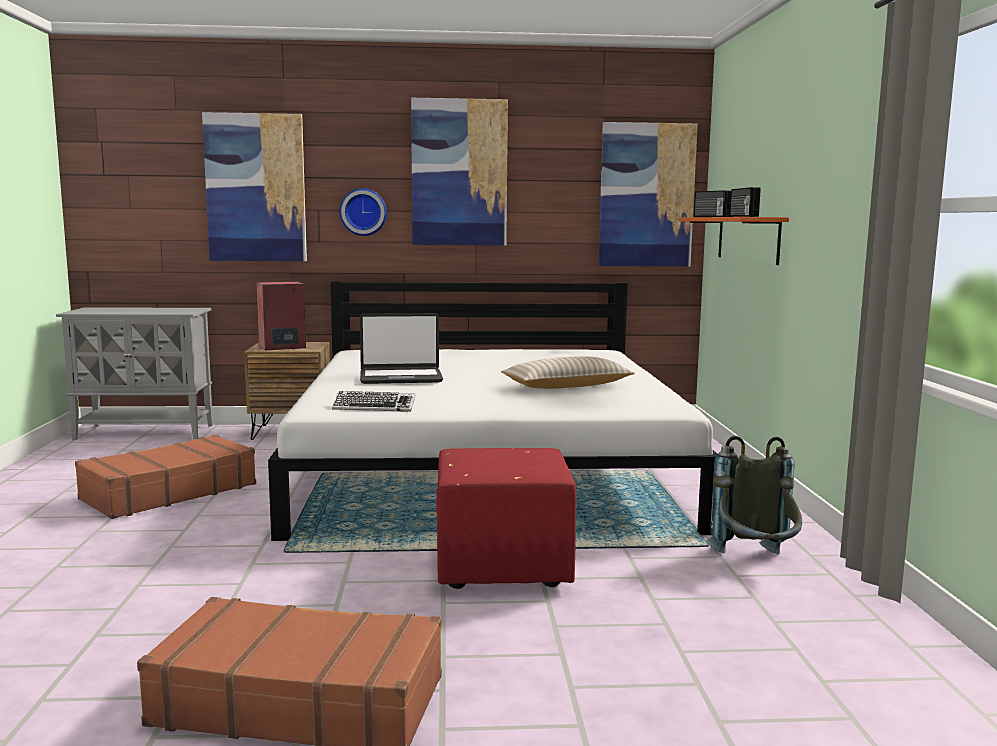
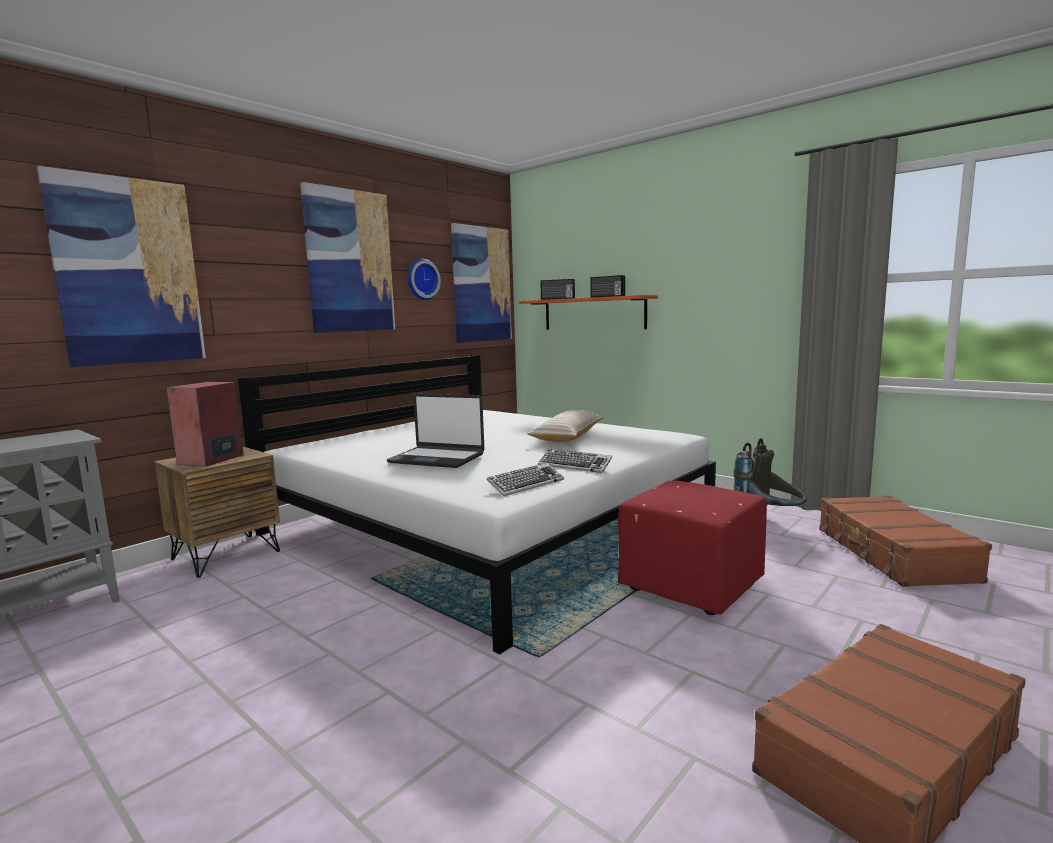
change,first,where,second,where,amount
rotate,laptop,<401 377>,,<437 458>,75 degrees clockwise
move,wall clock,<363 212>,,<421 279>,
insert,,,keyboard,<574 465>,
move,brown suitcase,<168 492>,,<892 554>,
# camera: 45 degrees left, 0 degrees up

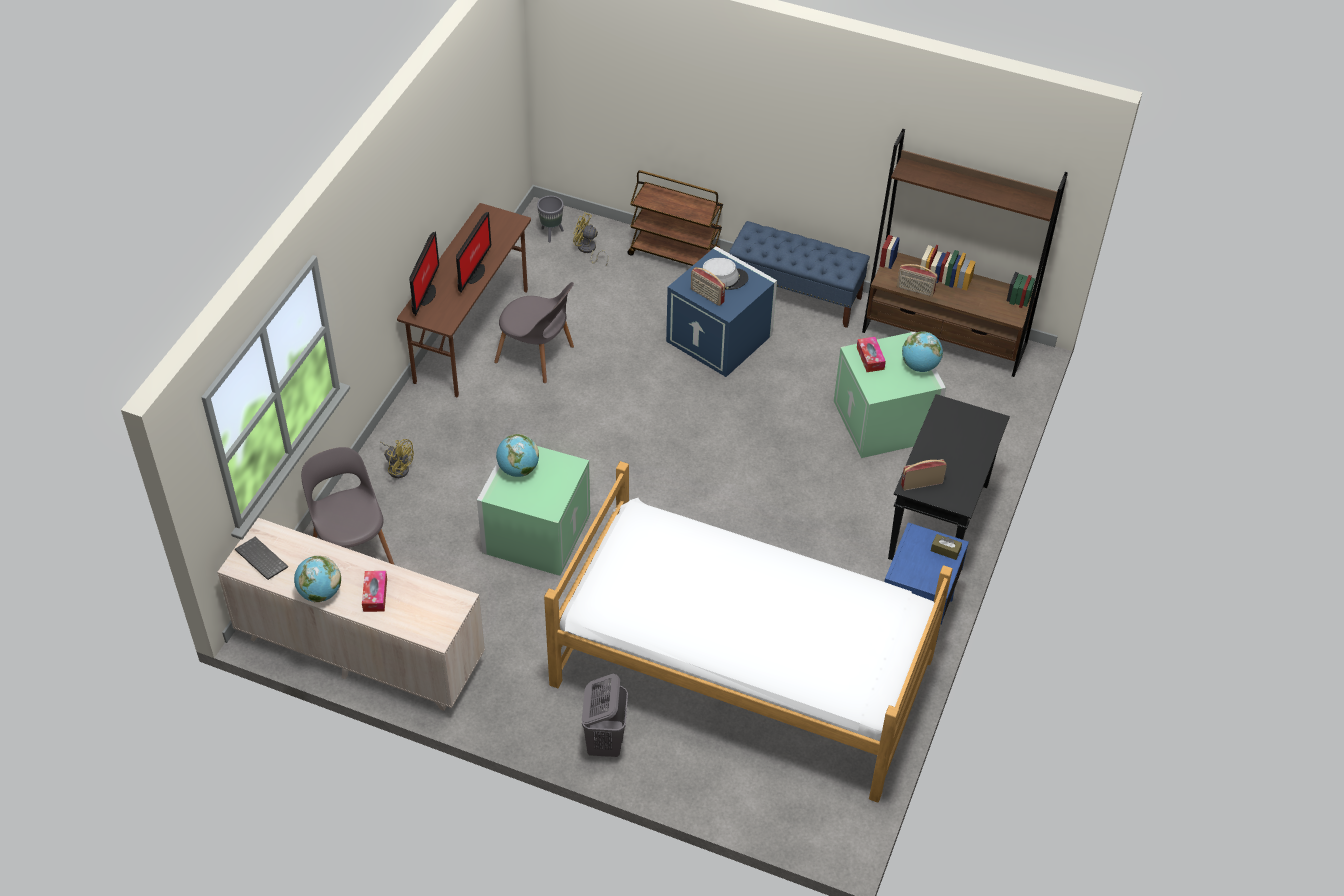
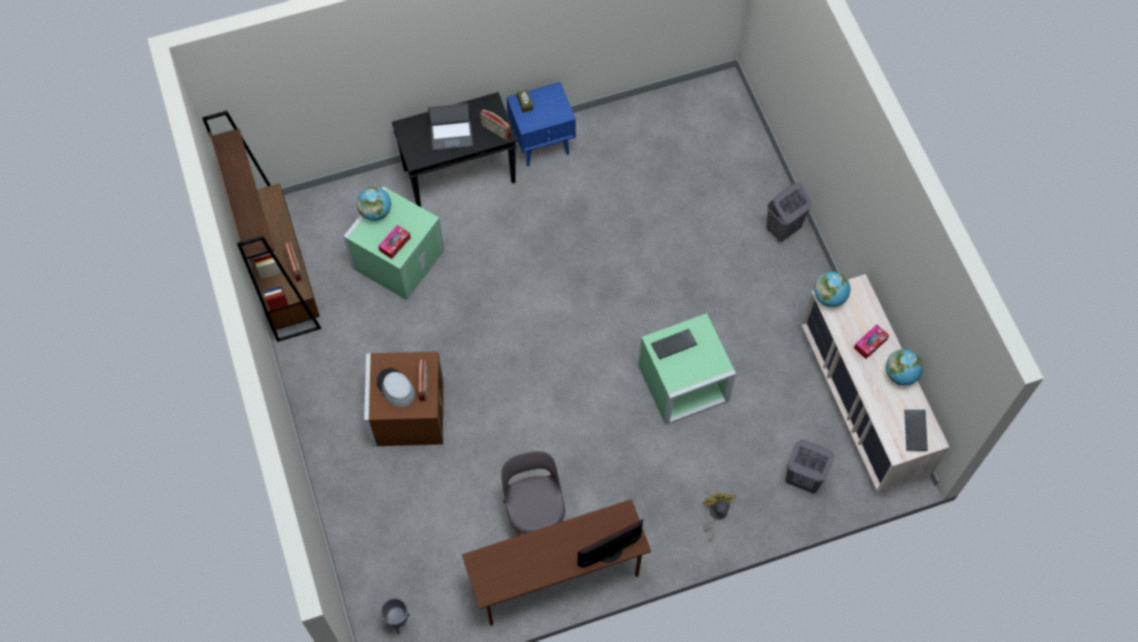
change,first,where,second,where,amount
recolor,blue storage box,<721 338>,brown storage box,<407 411>,
insert,,,laptop,<451 135>,
insert,,,keyboard,<673 345>,
replace,grey chair,<352 549>,grey laundry basket,<802 479>,
move,globe,<518 469>,,<829 297>,
delete,monitor,<473 274>,,,
delete,bed,<742 672>,,,
delete,yellow fan,<588 250>,,,
delete,brown cart,<675 255>,,,
delete,blue bench,<795 295>,,,
# camera: 130 degrees left, 15 degrees up

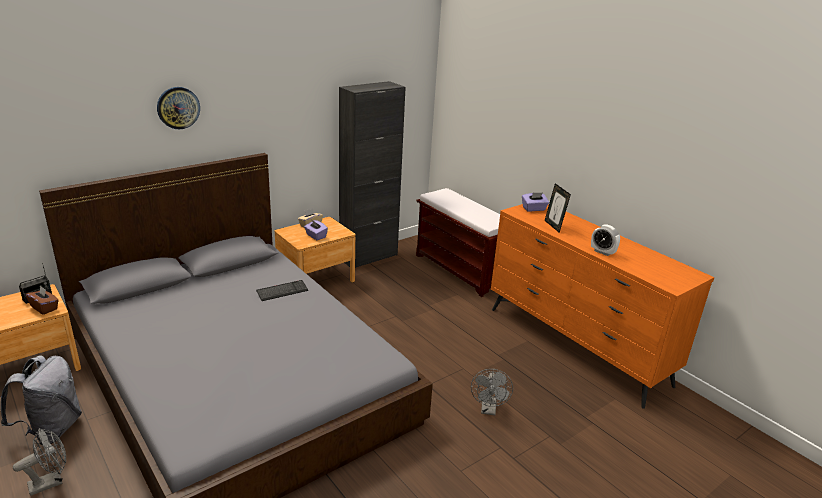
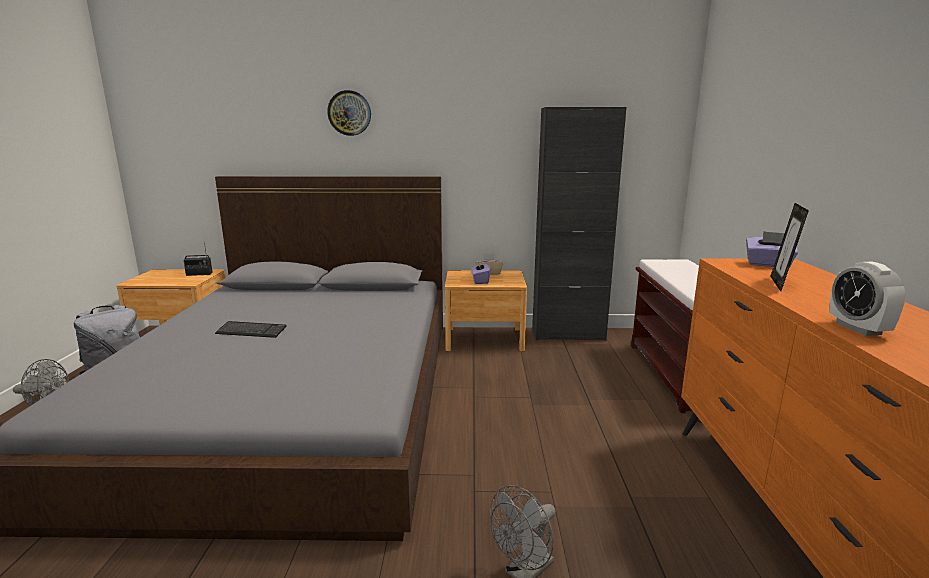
change,first,where,second,where,amount
move,keyboard,<282 291>,,<251 331>,
delete,brown tissue box,<44 308>,,,
# camera: 40 degrees right, 10 degrees down

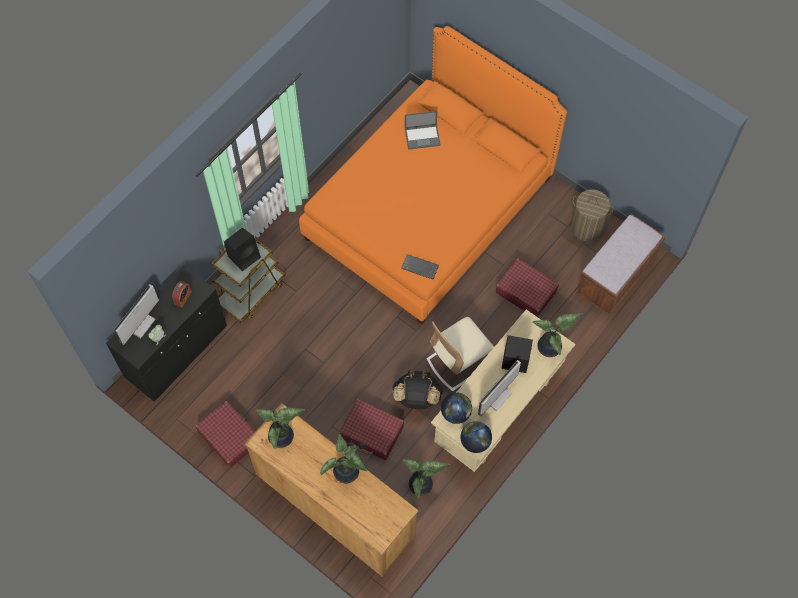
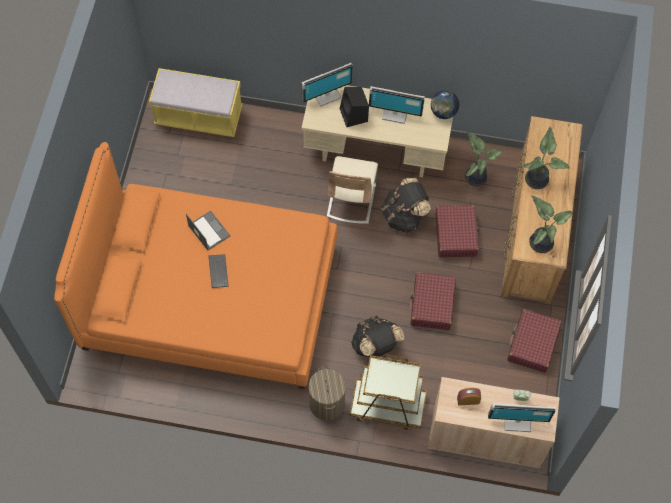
change,first,where,second,where,amount
recolor,brown bench,<616 277>,yellow bench,<199 117>,
move,laptop,<423 136>,,<208 230>,
move,keyboard,<420 267>,,<217 271>,
replace,potted plant,<550 348>,monitor,<326 95>,
move,laundry basket,<586 227>,,<326 403>,
rotate,beige chair,<458 362>,,<351 200>,75 degrees clockwise
insert,,,black backpack,<375 345>,
move,red suitcase,<526 291>,,<432 305>,
recolor,black cabinet,<176 352>,beige cabinet,<485 437>,
delete,black speaker,<244 256>,,,
delete,globe,<455 413>,,,
# camera: 120 degrees left, 0 degrees up

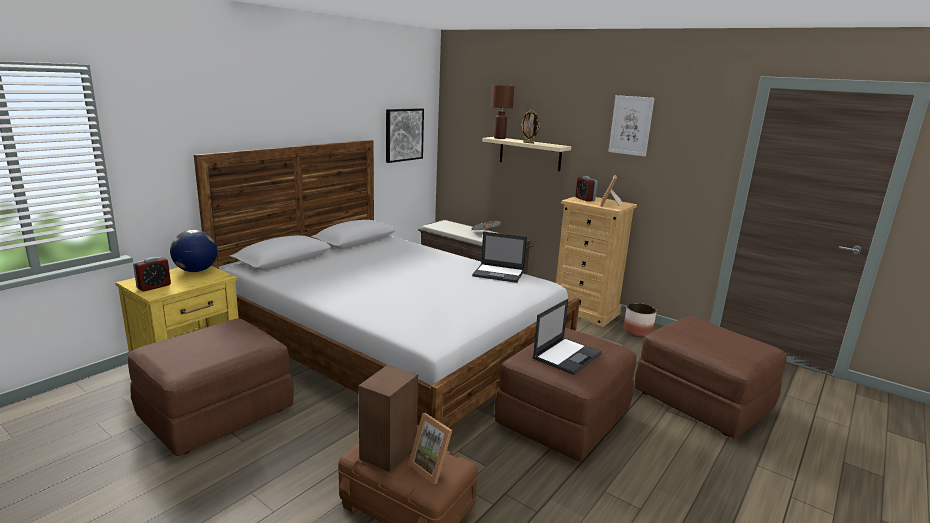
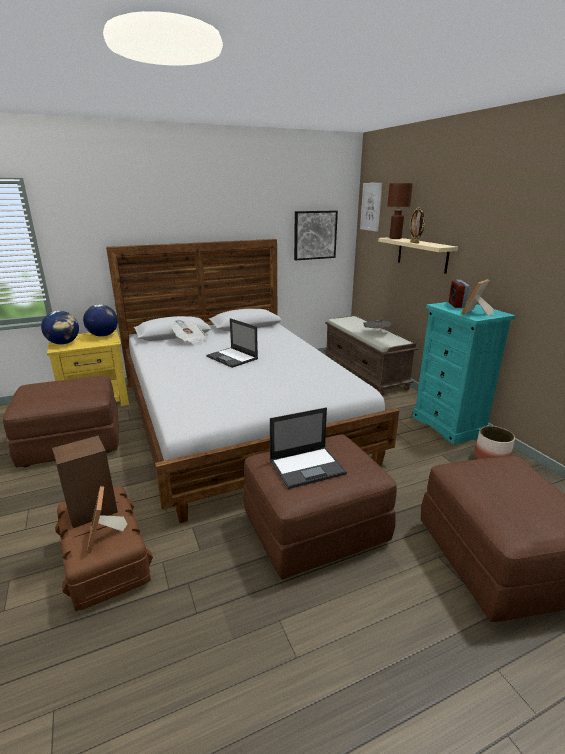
change,first,where,second,where,amount
replace,alarm clock,<154 287>,globe,<64 343>,
insert,,,newspaper,<190 341>,
move,laptop,<499 273>,,<232 358>,
move,picture,<631 125>,,<371 207>,
recolor,beige dresser,<586 312>,turquoise dresser,<449 425>,
# camera: 30 degrees right, 5 degrees up

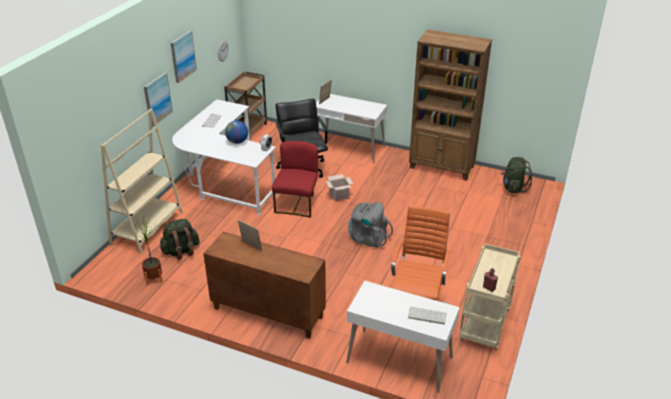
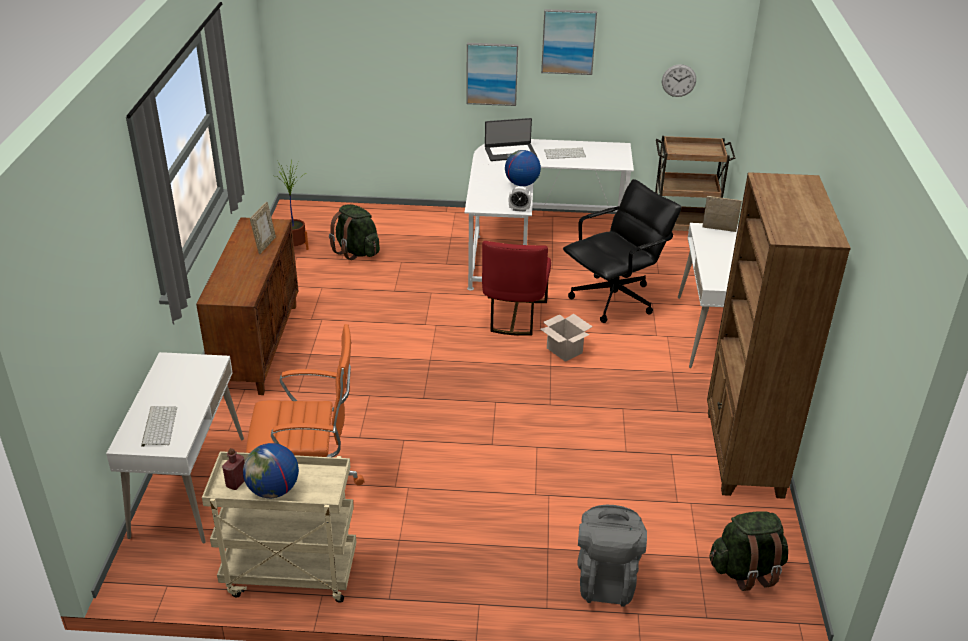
change,first,where,second,where,amount
insert,,,globe,<273 490>,
rotate,red chair,<297 204>,,<514 316>,105 degrees clockwise
insert,,,laptop,<510 152>,
move,grey backpack,<368 238>,,<606 578>,
delete,beige bookcase,<147 228>,,,
# camera: 70 degrees right, 0 degrees up

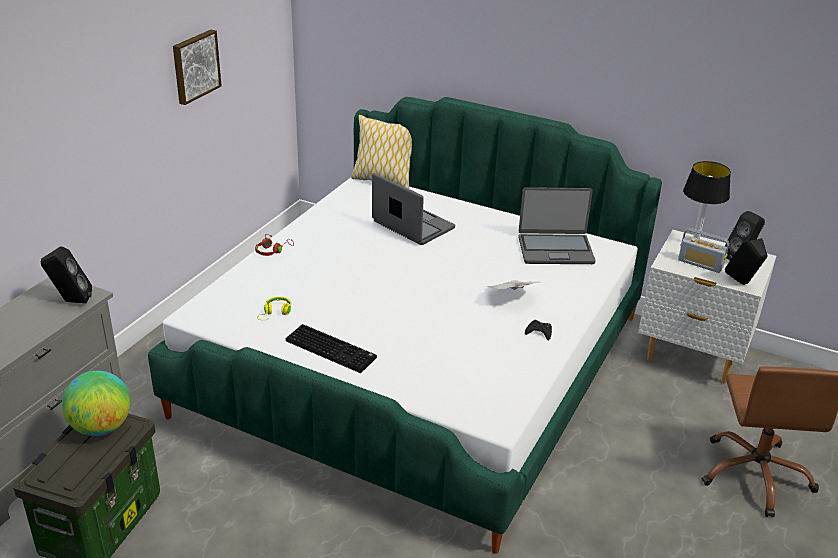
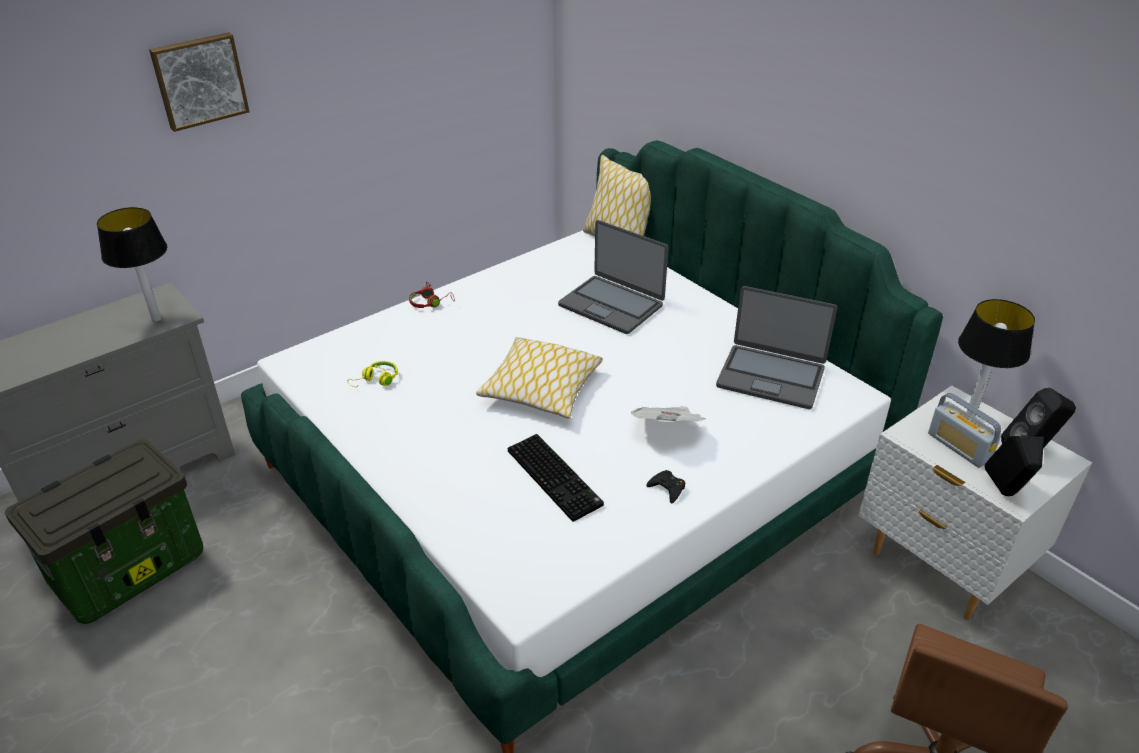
change,first,where,second,where,amount
replace,black speaker,<71 301>,table lamp,<156 319>,
move,picture,<195 66>,,<199 80>,
insert,,,pillow,<541 389>,
move,keyboard,<332 349>,,<556 477>,
rotate,laptop,<412 225>,,<611 305>,150 degrees clockwise
delete,globe,<101 427>,,,
# camera: 25 degrees right, 5 degrees up

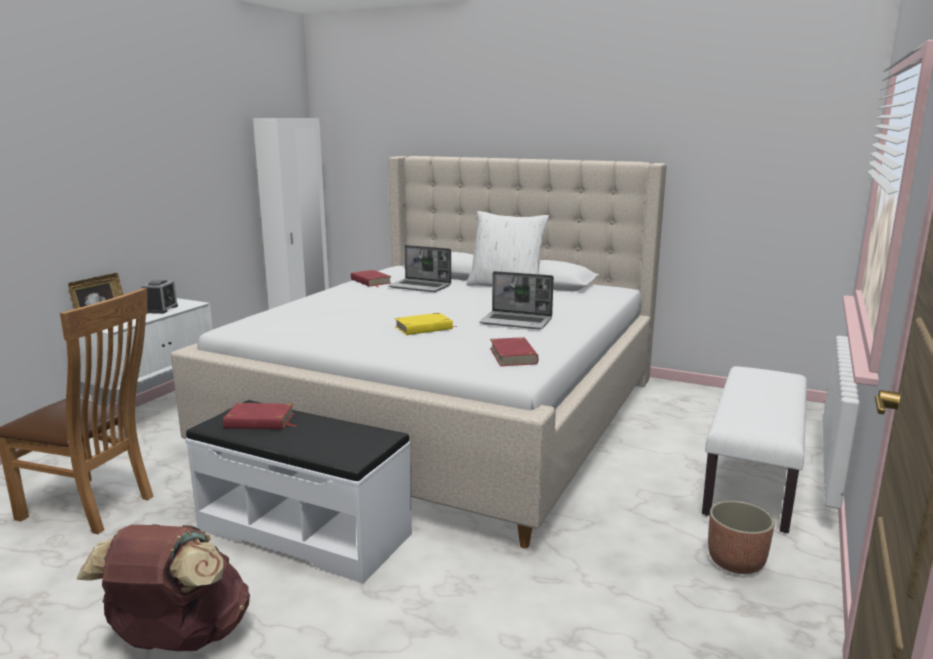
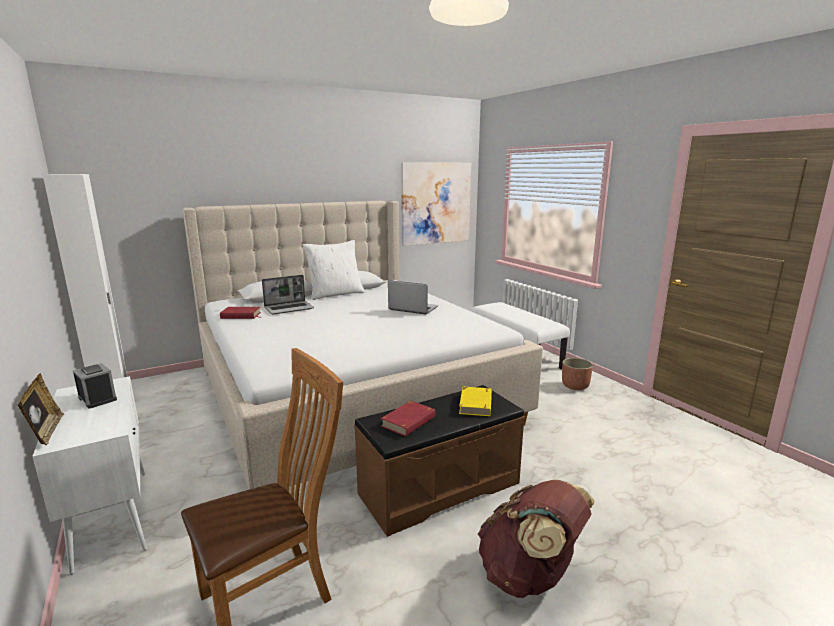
change,first,where,second,where,amount
recolor,white bench,<305 531>,brown bench,<439 487>,
rotate,laptop,<517 322>,,<412 308>,120 degrees counterclockwise
insert,,,picture,<436 203>,
move,yellow book,<424 328>,,<476 404>,
delete,red book,<513 356>,,,
# camera: 55 degrees left, 0 degrees up

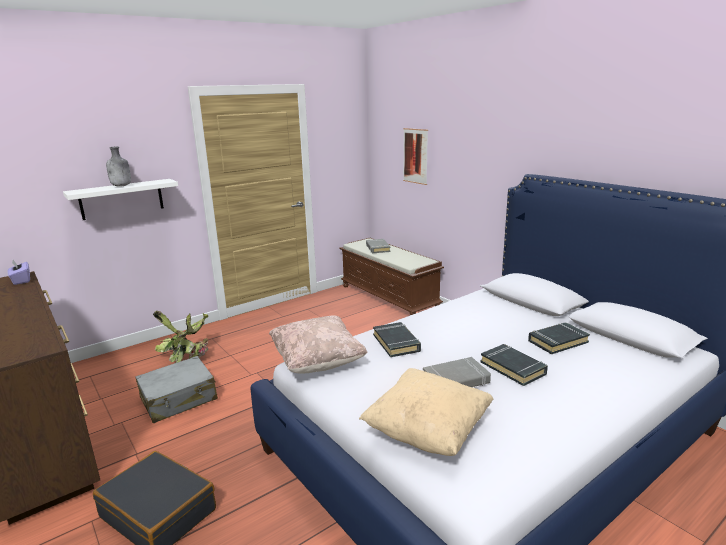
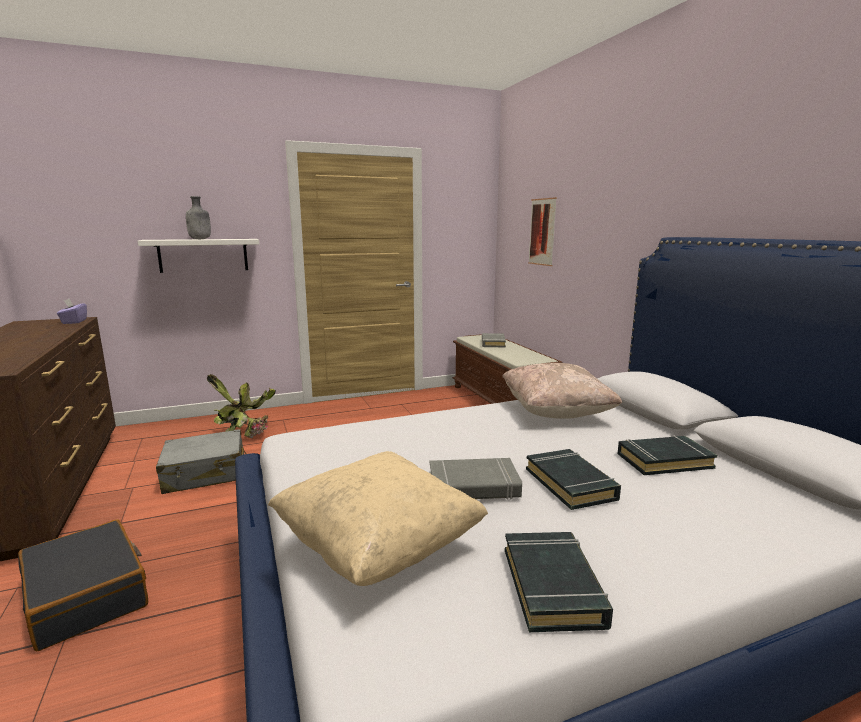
change,first,where,second,where,amount
move,beige pillow,<317 362>,,<556 413>,
move,black book,<396 343>,,<553 586>,
# camera: 15 degrees right, 5 degrees down

